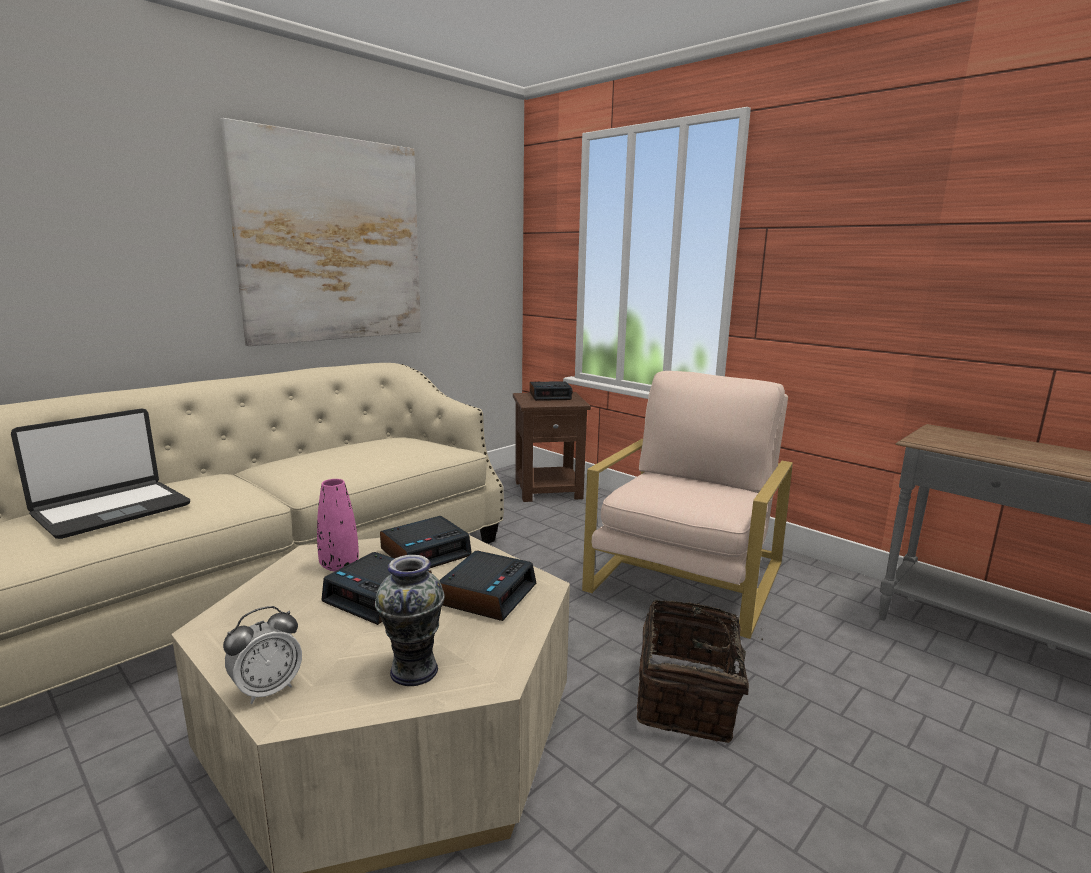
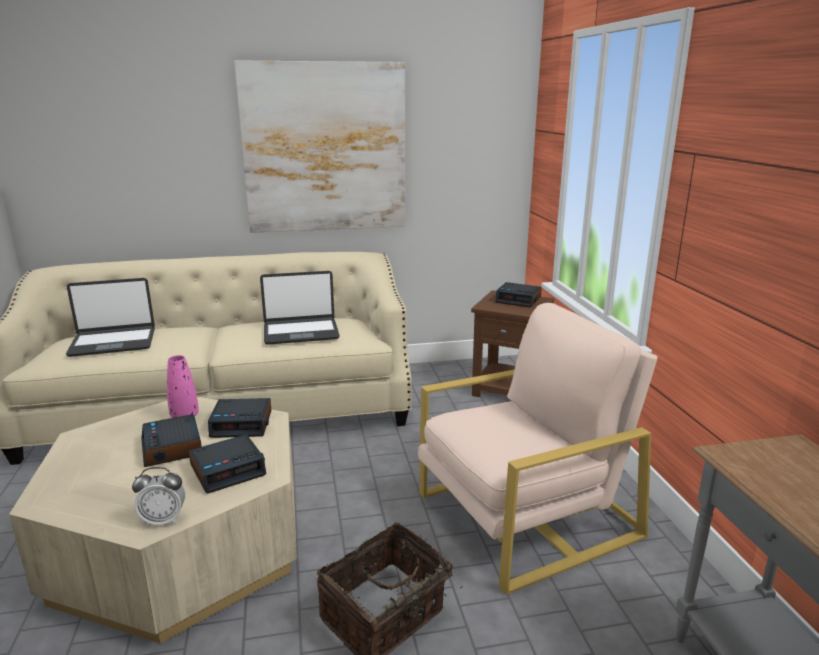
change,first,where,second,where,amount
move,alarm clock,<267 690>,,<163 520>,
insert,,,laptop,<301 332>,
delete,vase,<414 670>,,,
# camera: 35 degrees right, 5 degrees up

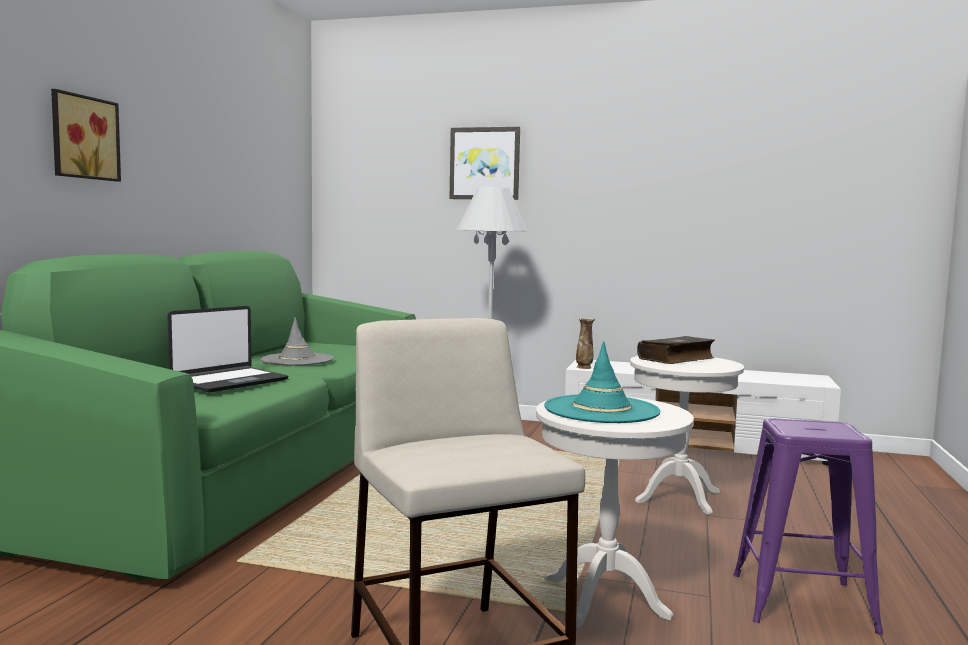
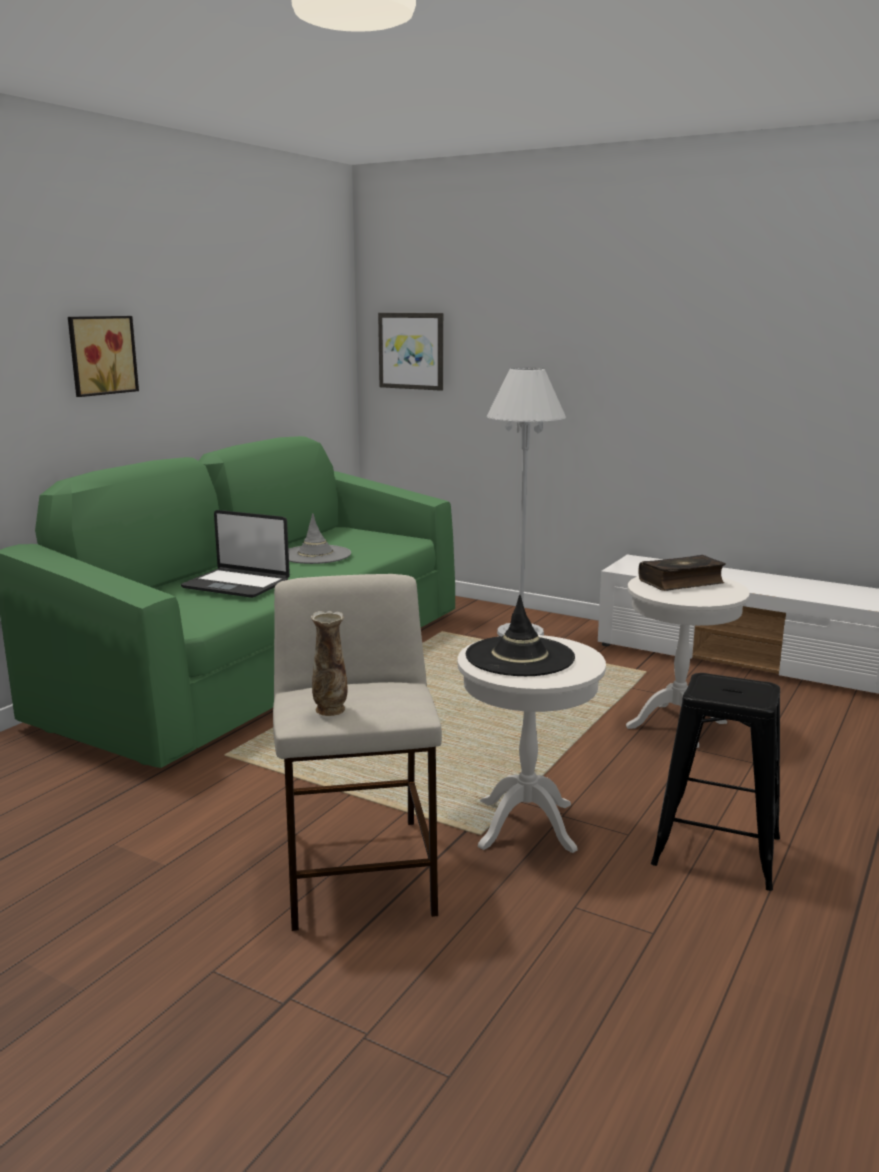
change,first,where,second,where,amount
rotate,laptop,<229 381>,,<237 584>,60 degrees clockwise
move,vase,<584 367>,,<330 710>,
move,picture,<485 163>,,<411 351>,
recolor,turquoise hat,<601 410>,black hat,<520 657>,
recolor,purple stool,<802 602>,black stool,<716 851>,
# camera: 15 degrees right, 10 degrees up

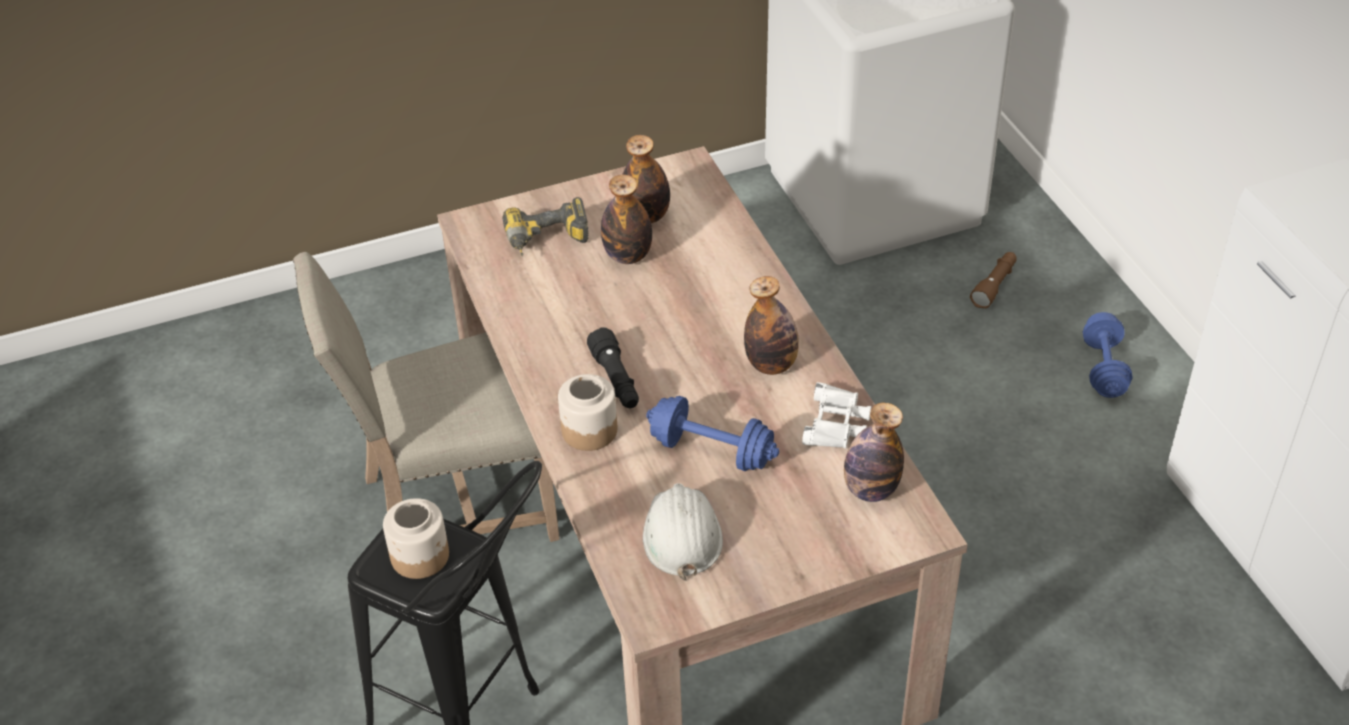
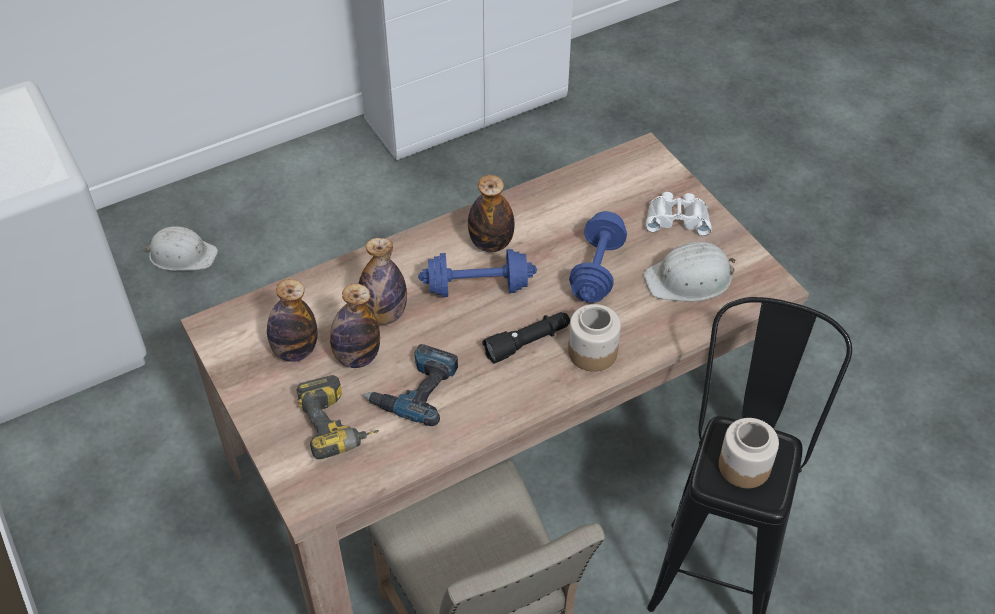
change,first,where,second,where,amount
replace,brown flashlight,<994 285>,white hard hat,<182 255>,
move,bottle,<870 490>,,<384 314>,
insert,,,power drill,<415 389>,
move,blue dumbbell,<1104 369>,,<478 287>,
move,white binoculars,<837 423>,,<677 218>,
# camera: 100 degrees left, 5 degrees up

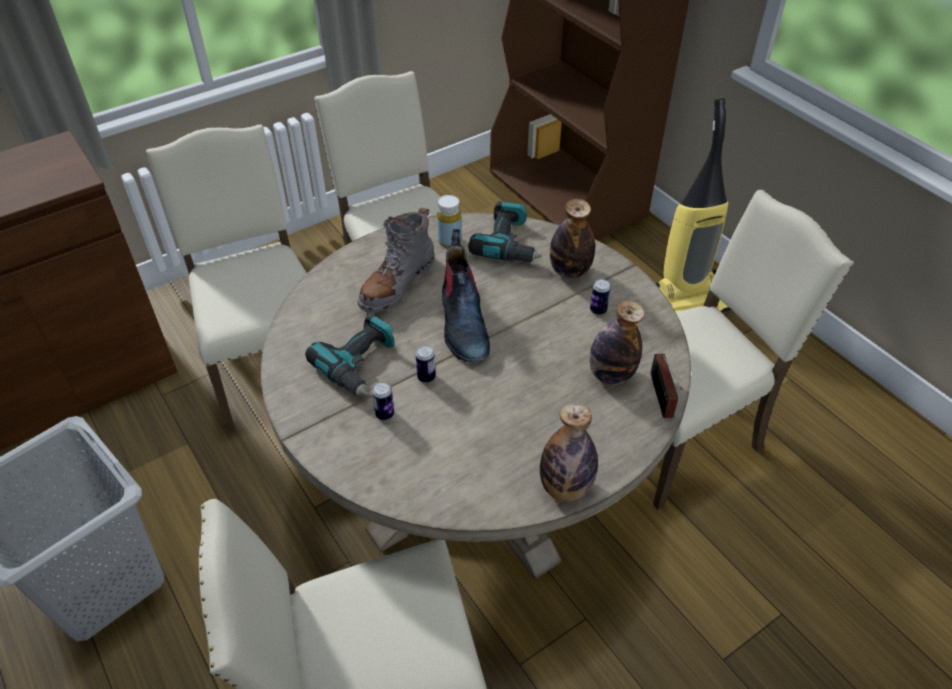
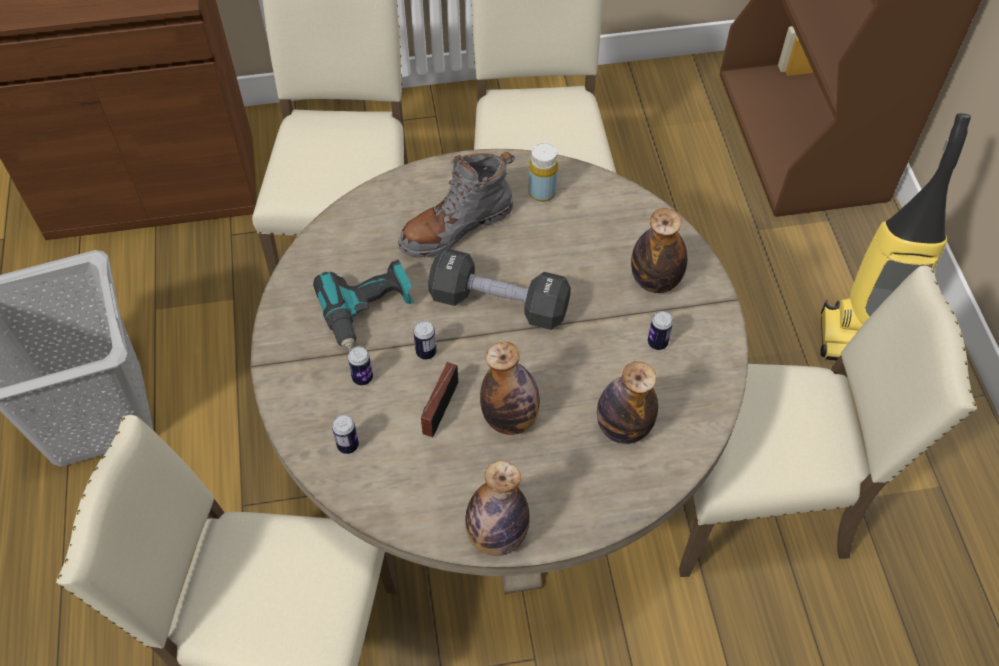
change,first,where,second,where,amount
insert,,,can,<348 445>,
move,radio,<661 398>,,<438 411>,
replace,boot,<463 324>,black dumbbell,<499 303>,
insert,,,bottle,<510 418>,
delete,power drill,<509 243>,,,
# camera: 25 degrees right, 10 degrees up

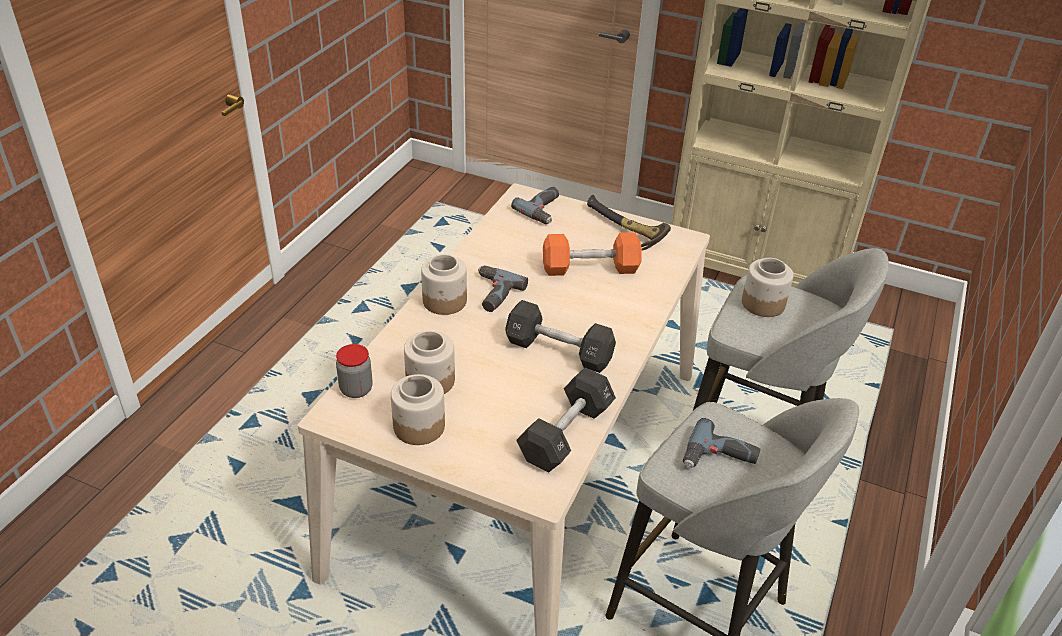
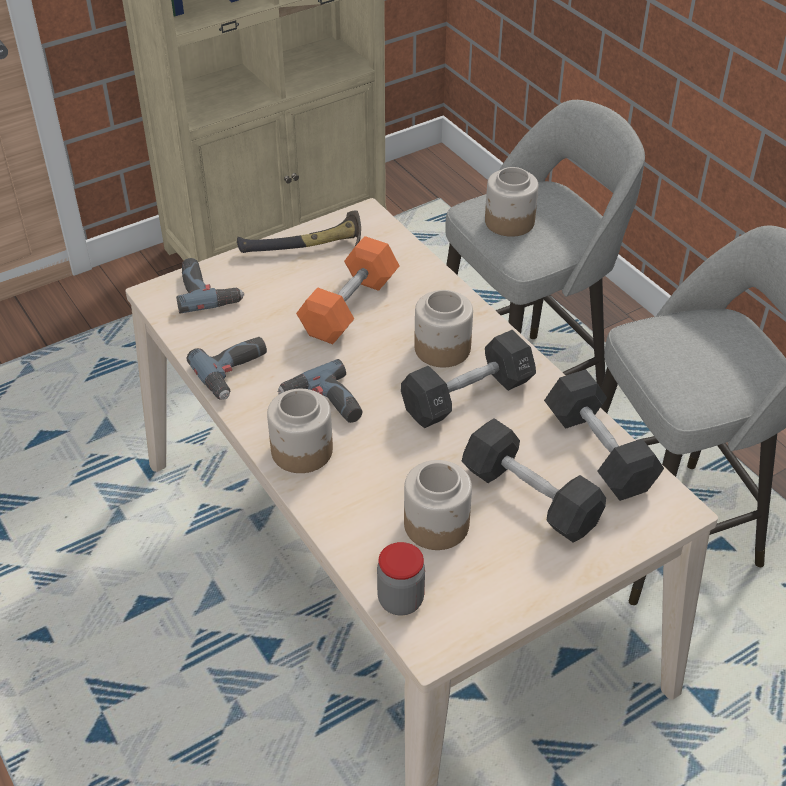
change,first,where,second,where,amount
move,power drill,<719 459>,,<236 373>,
move,jar,<418 426>,,<441 348>,
insert,,,black dumbbell,<530 497>,
# camera: 55 degrees left, 5 degrees up

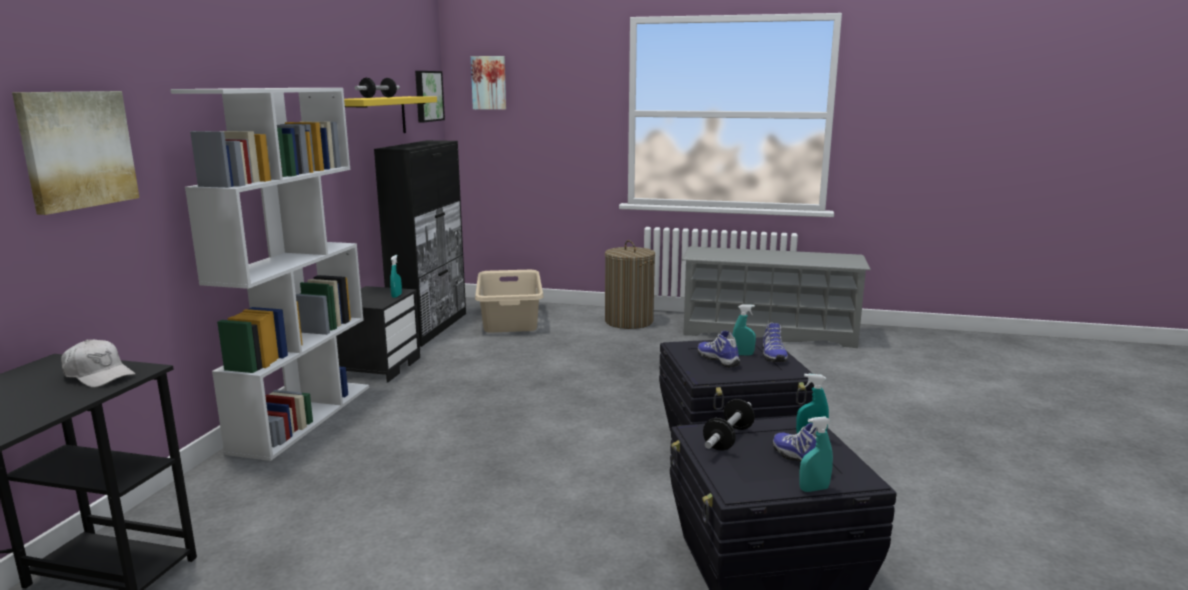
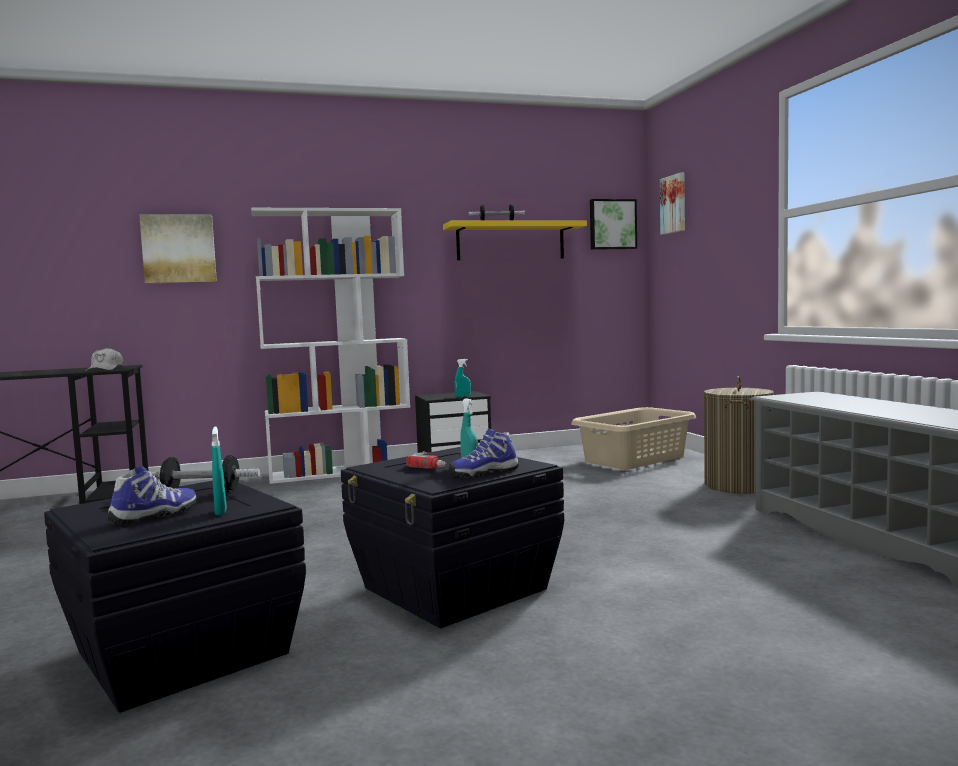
change,first,where,second,where,amount
replace,shoe,<719 360>,power drill,<433 463>,
delete,black cabinet,<430 327>,,,
delete,turquoise spray bottle,<814 489>,,,
# camera: 60 degrees right, 10 degrees down

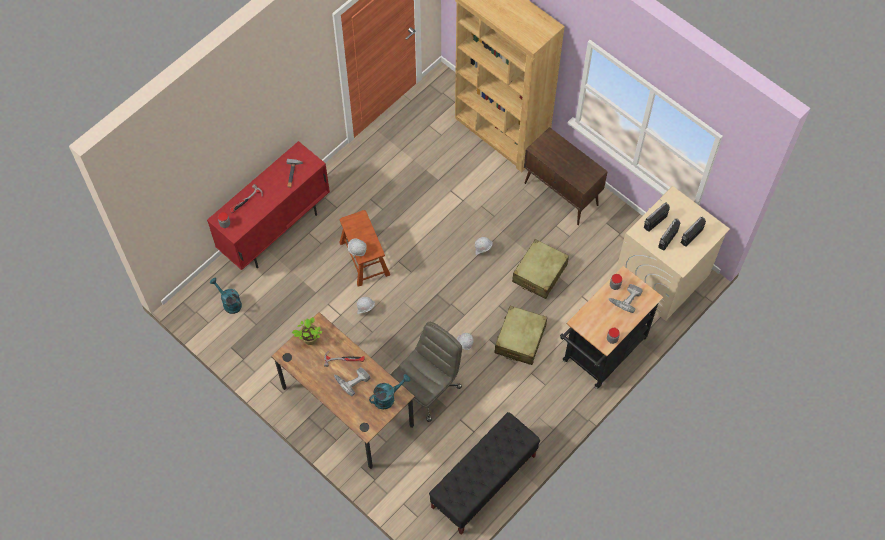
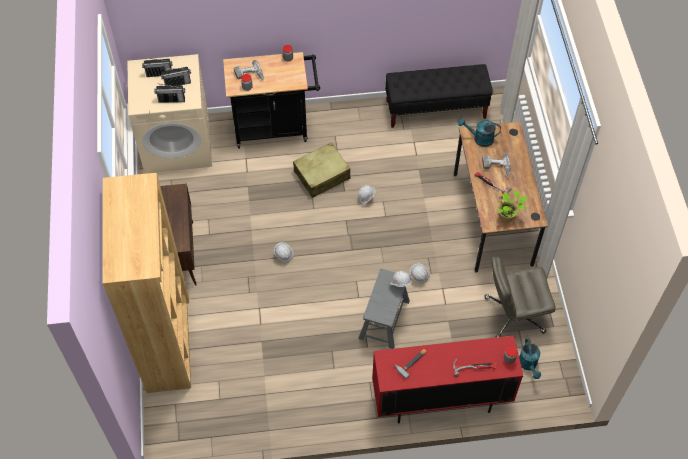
change,first,where,second,where,amount
recolor,brown stool,<364 258>,grey stool,<384 319>,
move,grey office chair,<427 388>,,<513 315>,
delete,beige suitcase,<539 273>,,,
# camera: 140 degrees left, 5 degrees down

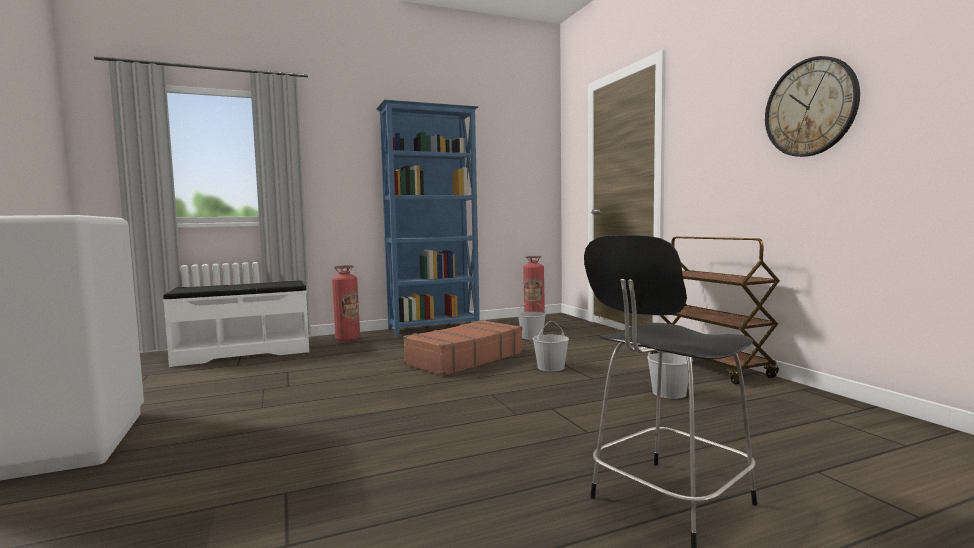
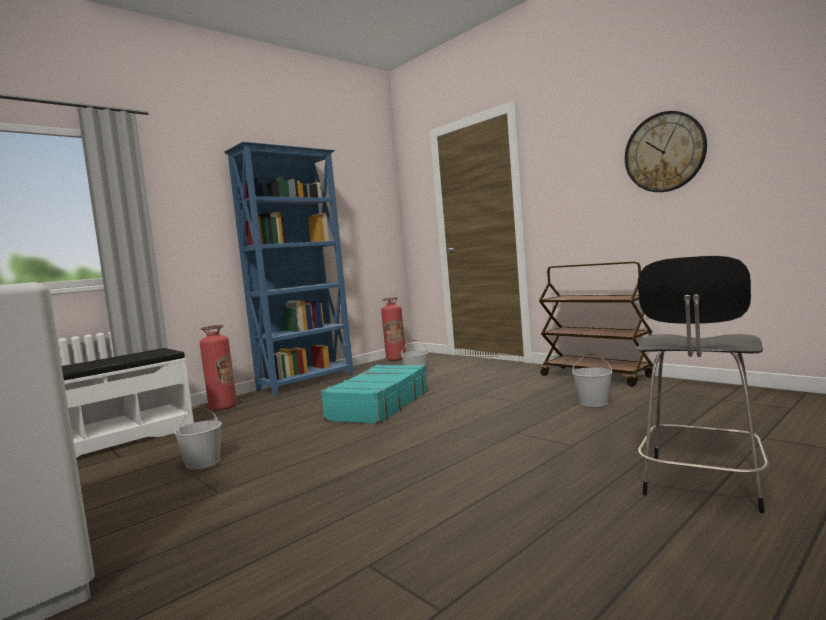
change,first,where,second,where,amount
move,white bucket,<551 367>,,<203 462>,
recolor,brown suitcase,<464 359>,turquoise suitcase,<378 405>,
# camera: 20 degrees left, 0 degrees up

